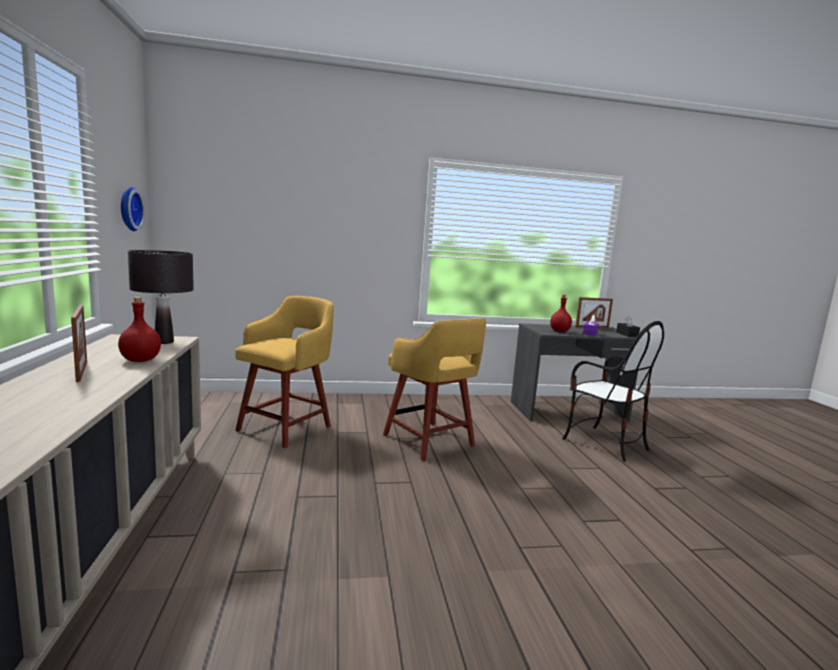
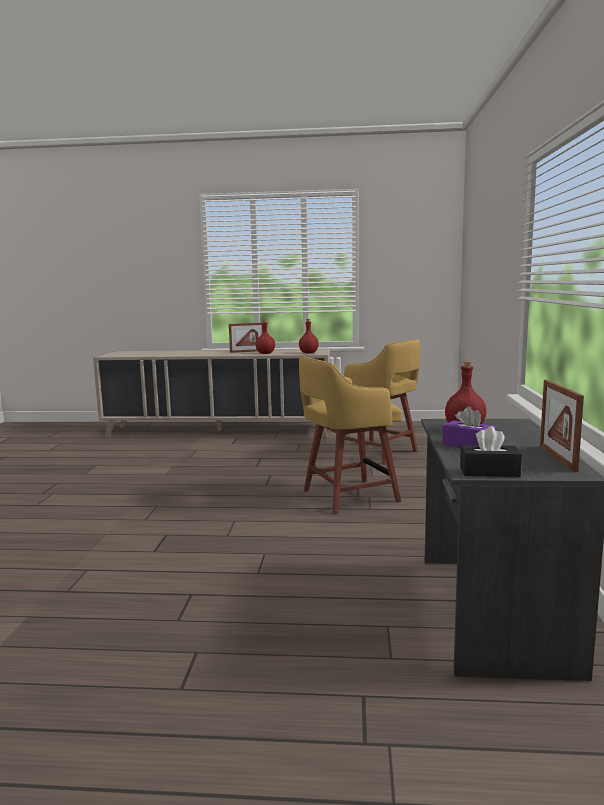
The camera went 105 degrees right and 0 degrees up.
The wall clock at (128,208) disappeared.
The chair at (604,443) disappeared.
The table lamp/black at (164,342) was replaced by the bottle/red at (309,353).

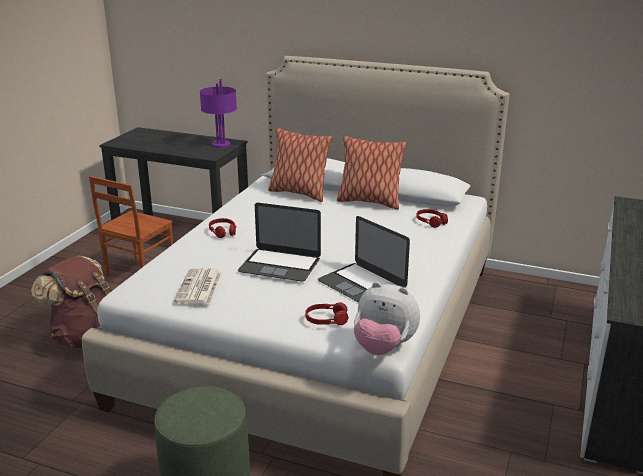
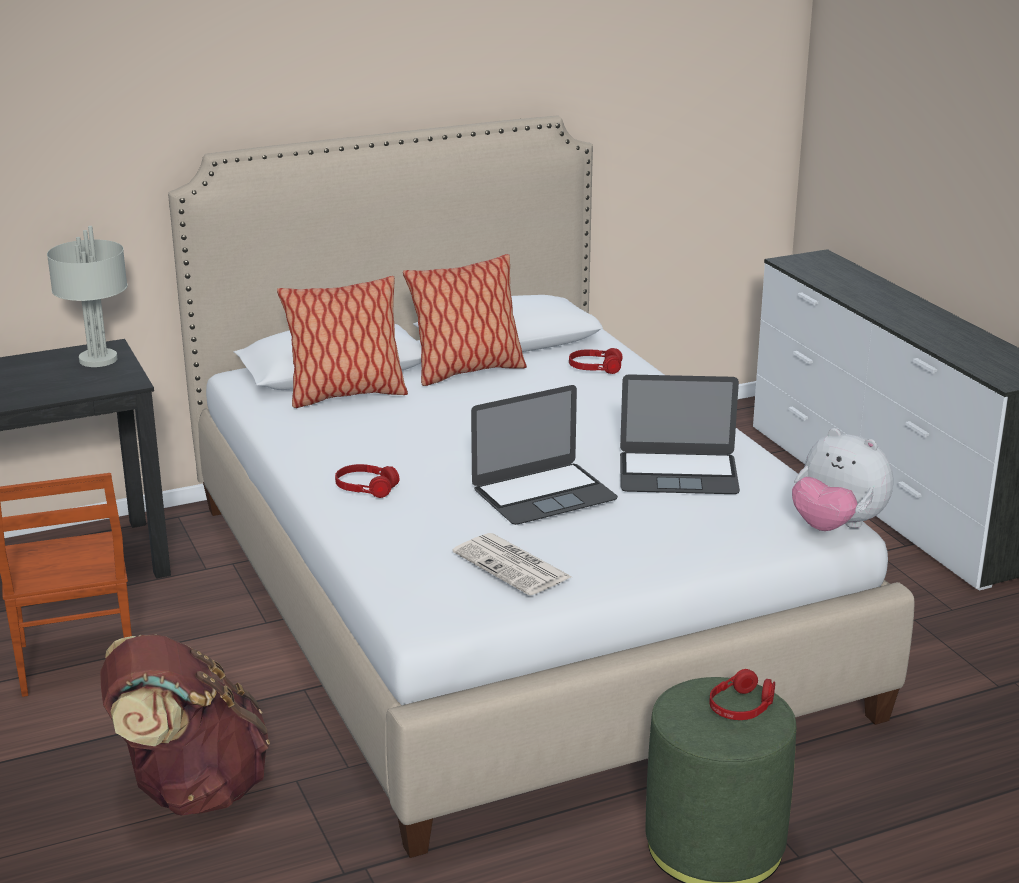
The camera went 45 degrees left and 0 degrees up.
The headphones/red moved from (326,320) to (741,707).
The table lamp/purple at (220,145) became the table lamp/grey at (98,360).
The plush toy at (384,347) turned 60 degrees clockwise.

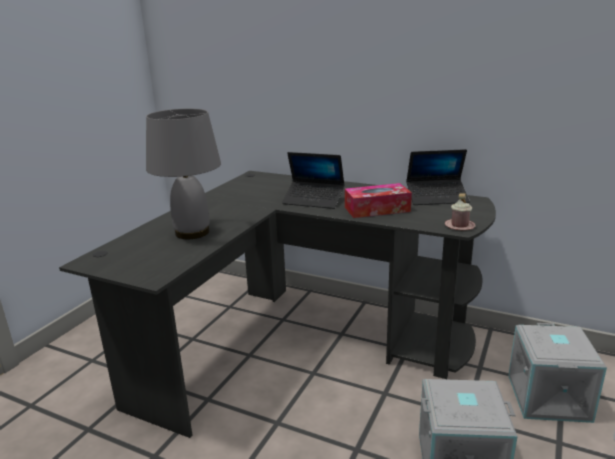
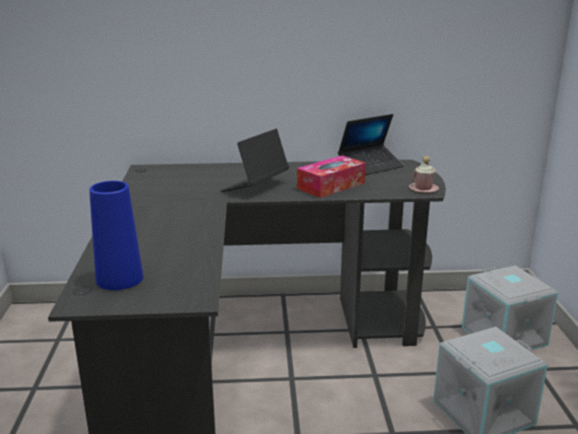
The camera went 30 degrees left and 0 degrees up.
The table lamp/grey at (193,232) disappeared.
The vase/blue at (119,279) appeared.
The laptop at (313,200) turned 135 degrees clockwise.

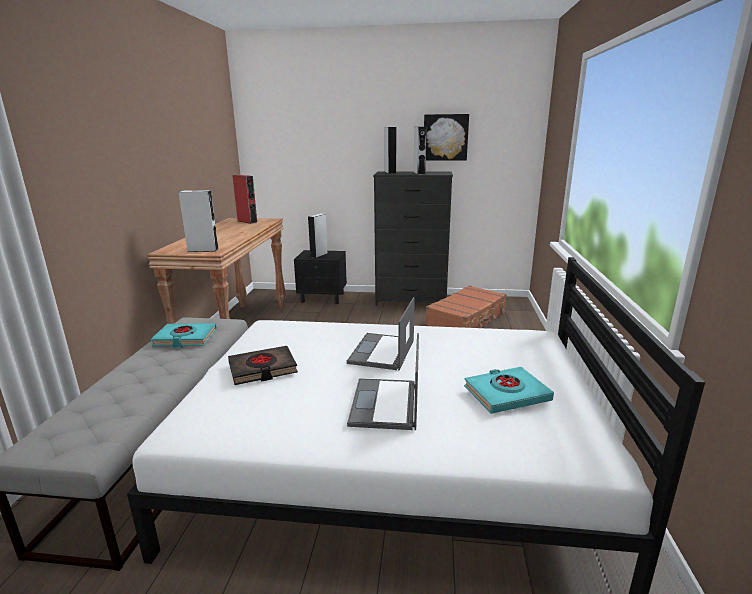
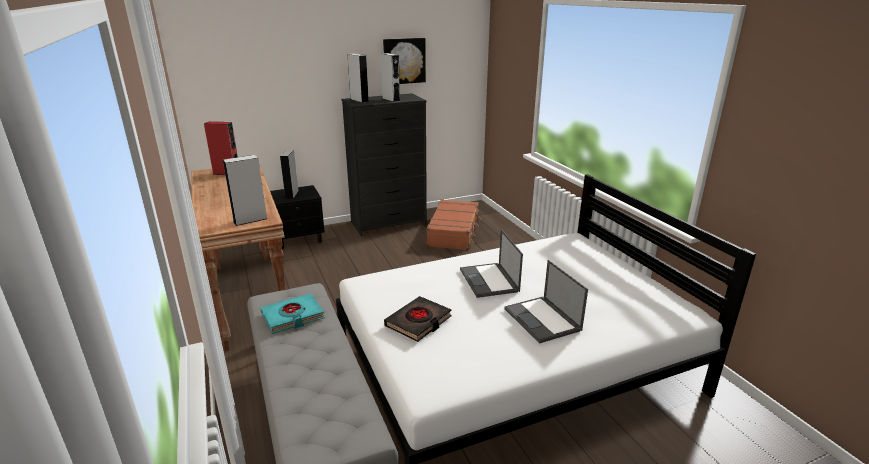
The camera went 30 degrees left and 5 degrees up.
The book/turquoise at (506,394) disappeared.

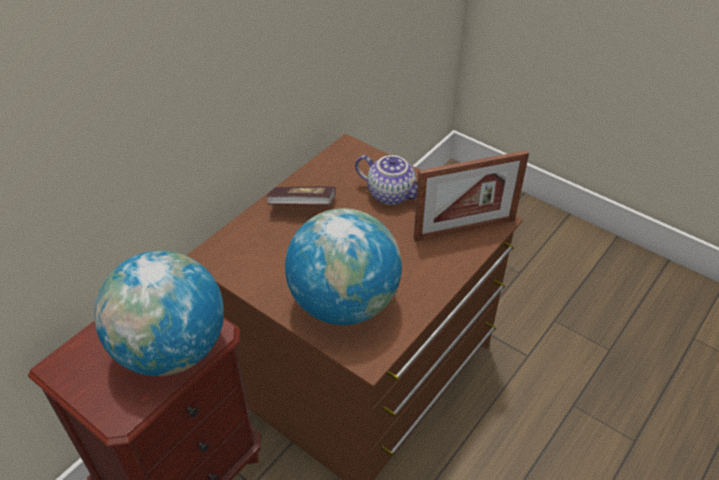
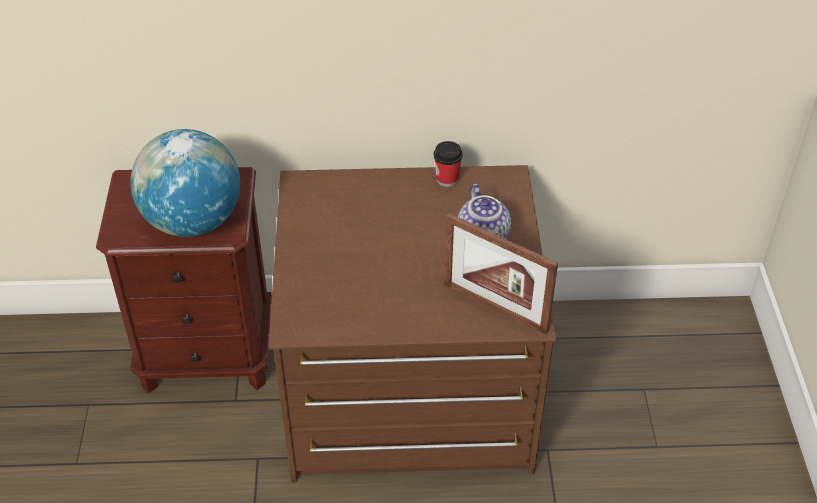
The camera went 50 degrees right and 0 degrees up.
The book at (302,206) disappeared.
The globe at (344,303) disappeared.
The cup at (447,179) appeared.

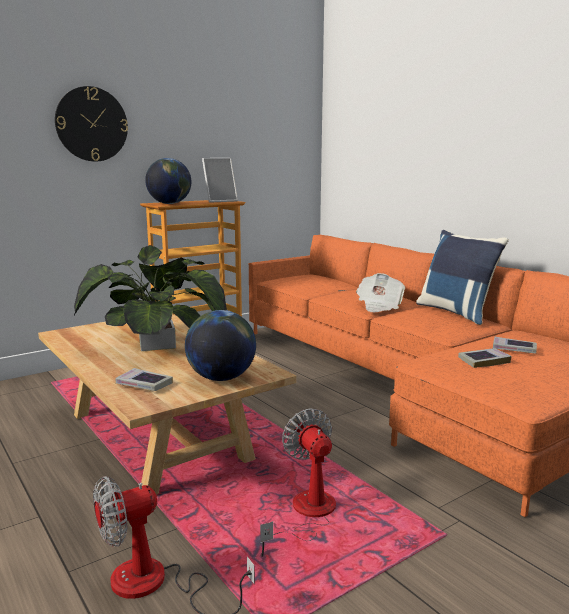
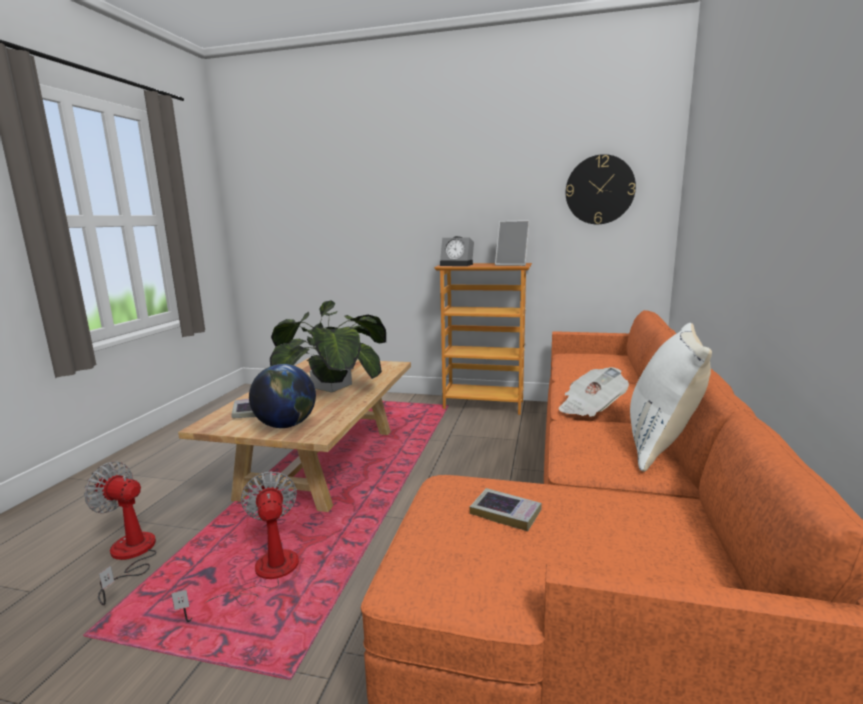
The camera went 50 degrees right and 0 degrees up.
The book at (514,349) disappeared.
The wall clock moved from (91,124) to (599,190).
The globe at (169,203) was replaced by the alarm clock at (458,265).
The pillow/blue at (457,312) became the pillow/white at (662,445).
The fan at (306,515) turned 45 degrees counterclockwise.

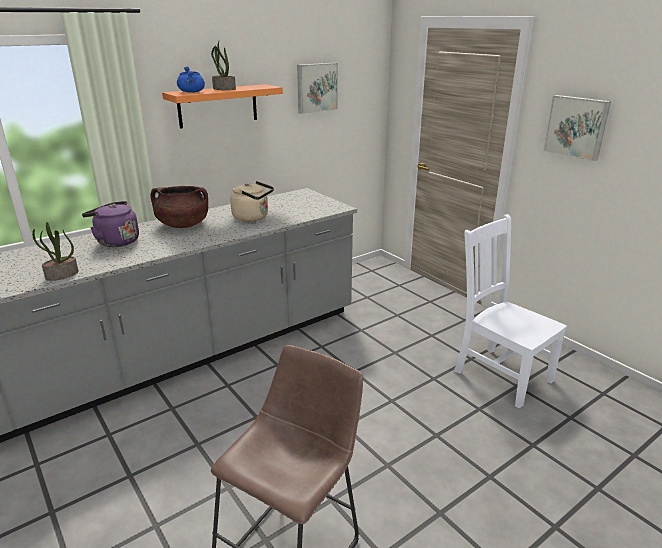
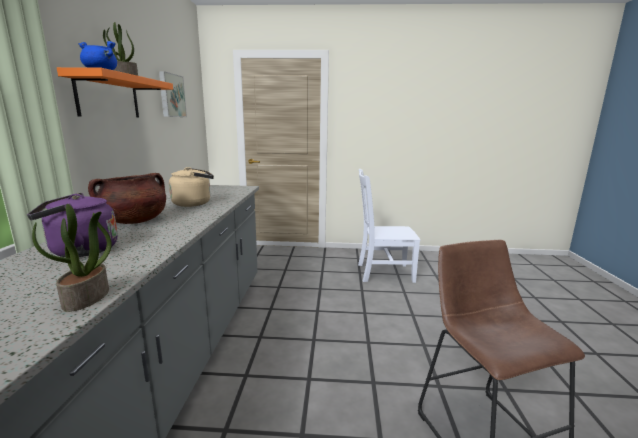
The camera went 50 degrees left and 10 degrees down.
The picture at (577,127) disappeared.

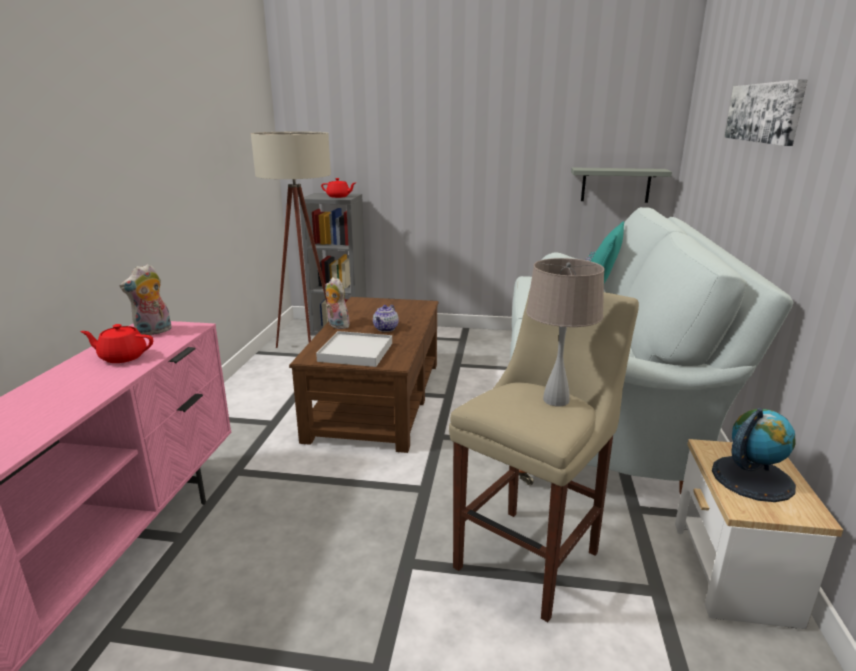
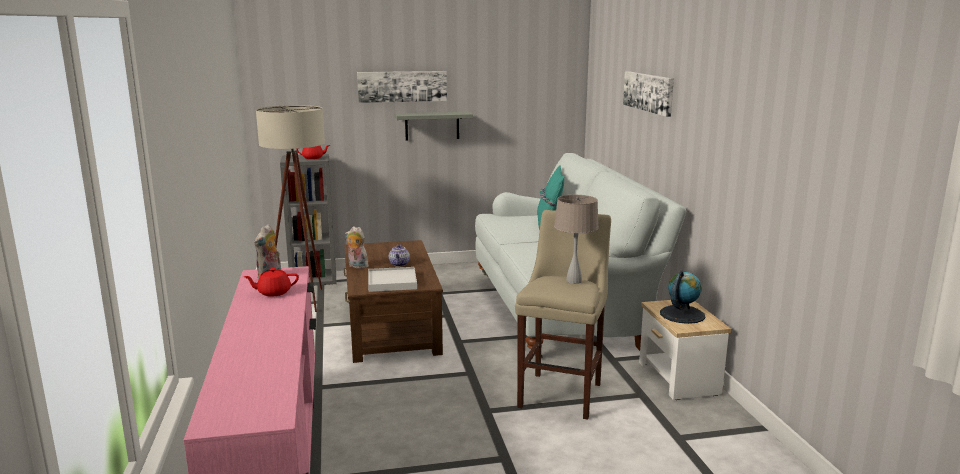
The camera went 20 degrees left and 5 degrees down.
The picture at (402,86) appeared.
The shelf/grey moved from (615,185) to (432,126).

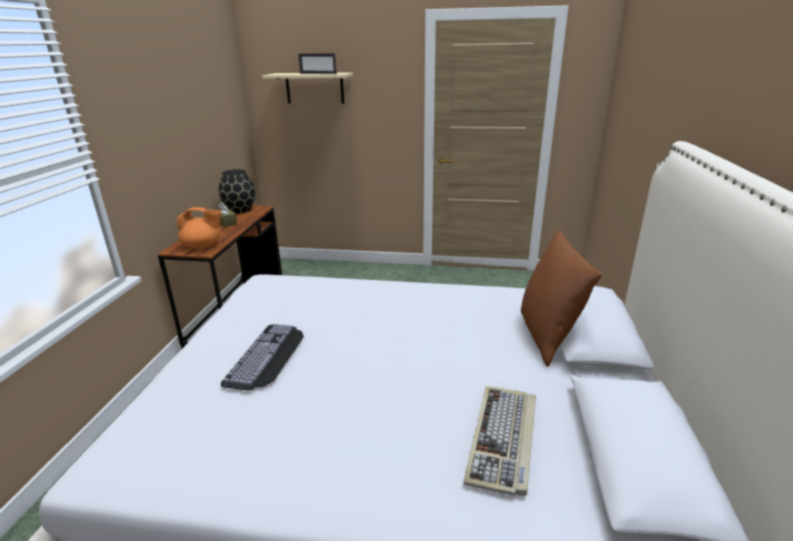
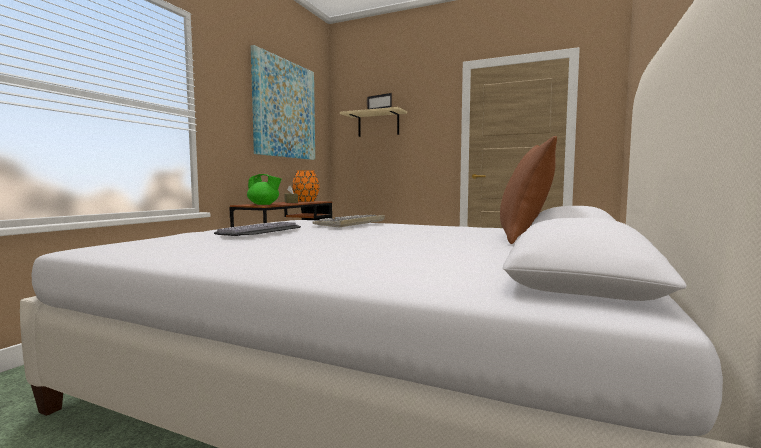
The camera went 15 degrees right and 20 degrees down.
The picture at (285,109) appeared.
The keyboard moved from (503,440) to (351,223).
The teapot/orange at (203,246) became the teapot/green at (264,204).
The vase/black at (240,210) became the vase/orange at (306,201).

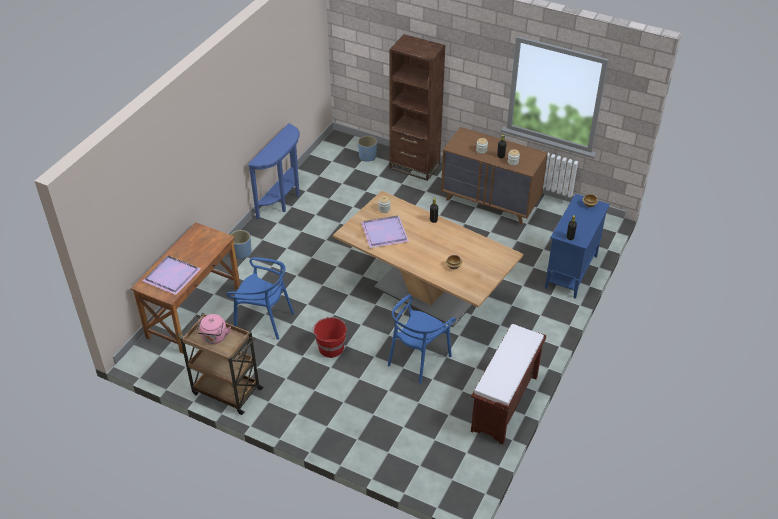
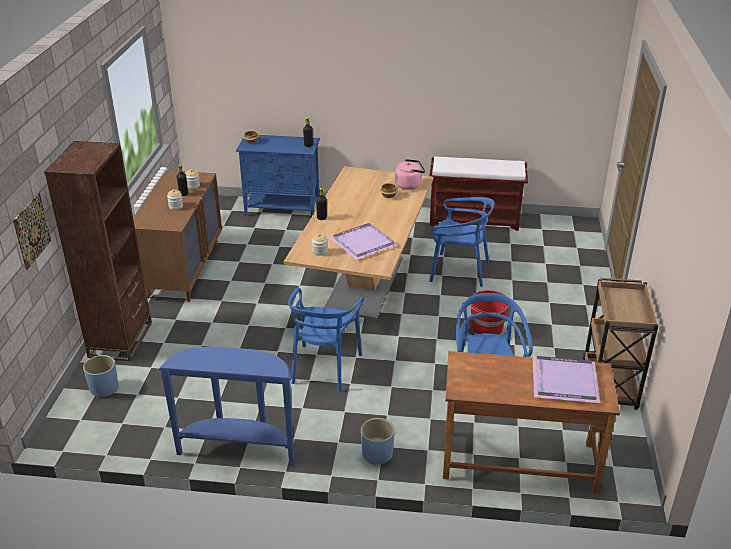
The camera went 110 degrees left and 10 degrees down.
The picture at (32,231) appeared.
The chair/blue at (324,367) appeared.
The kettle/pink moved from (214,338) to (409,185).

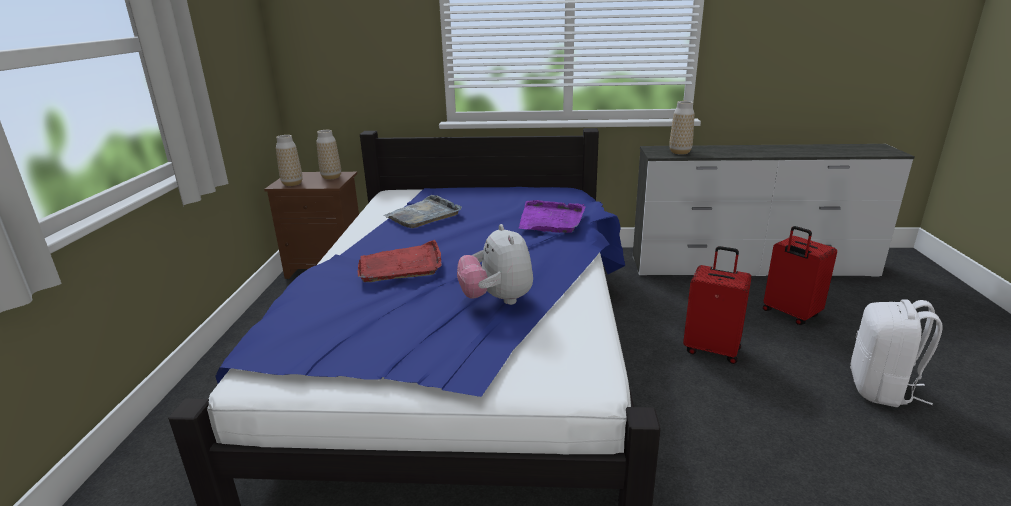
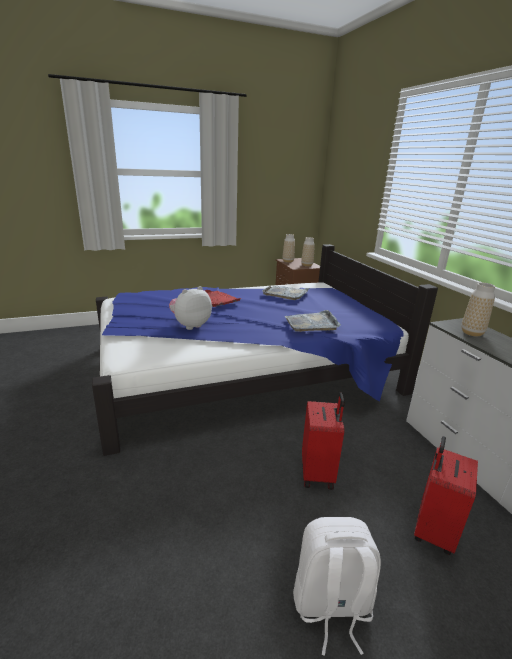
The camera went 65 degrees right and 0 degrees up.
The tray/purple at (551,220) became the tray/grey at (312,323).

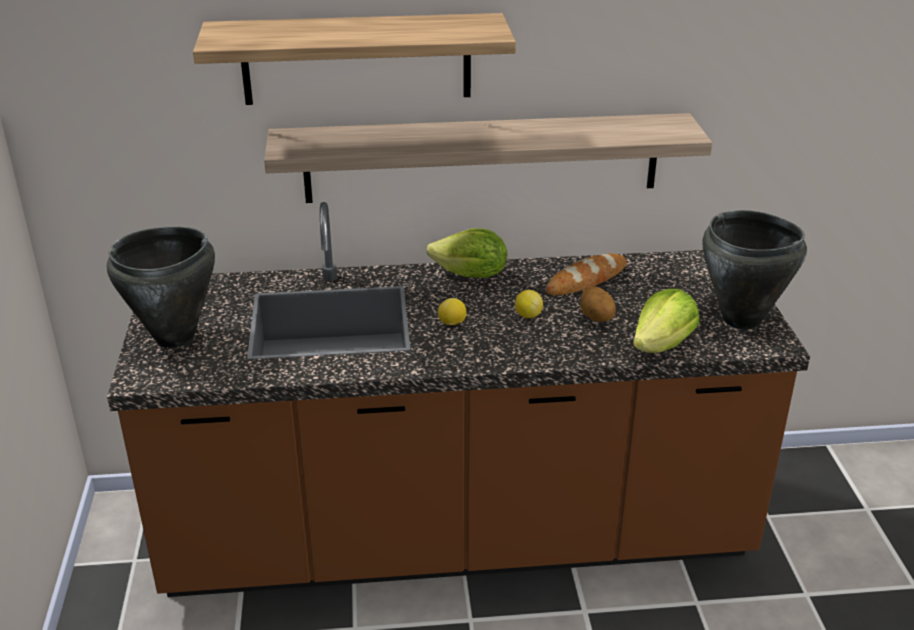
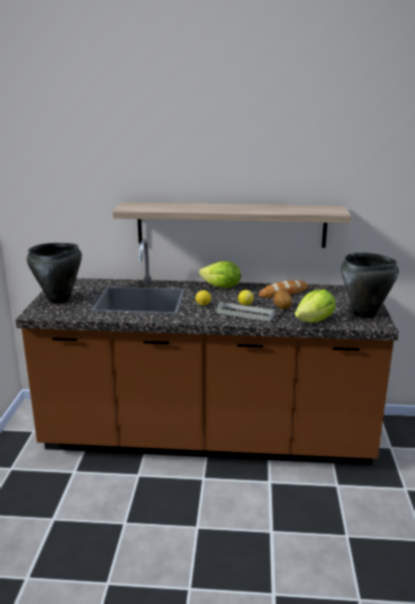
The camera went 10 degrees right and 10 degrees down.
The shelf at (356,59) disappeared.
The tray/grey at (245,314) appeared.

